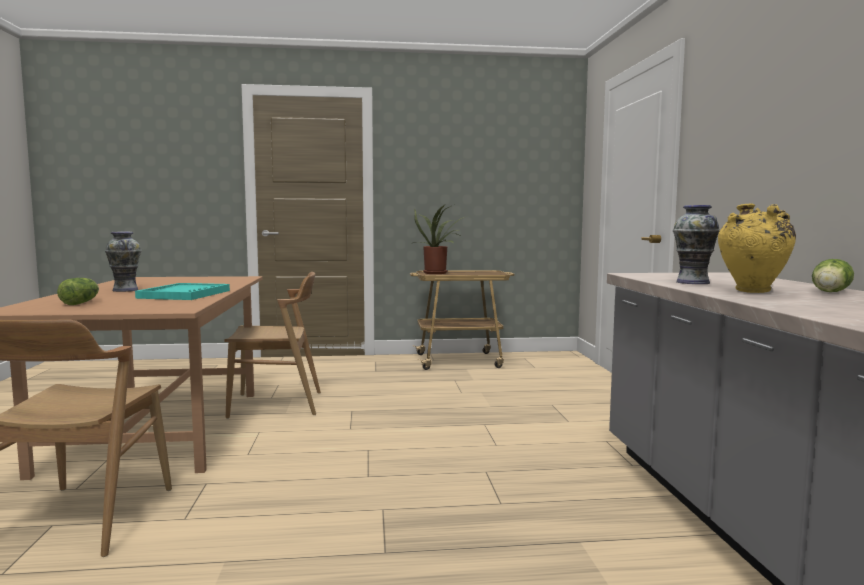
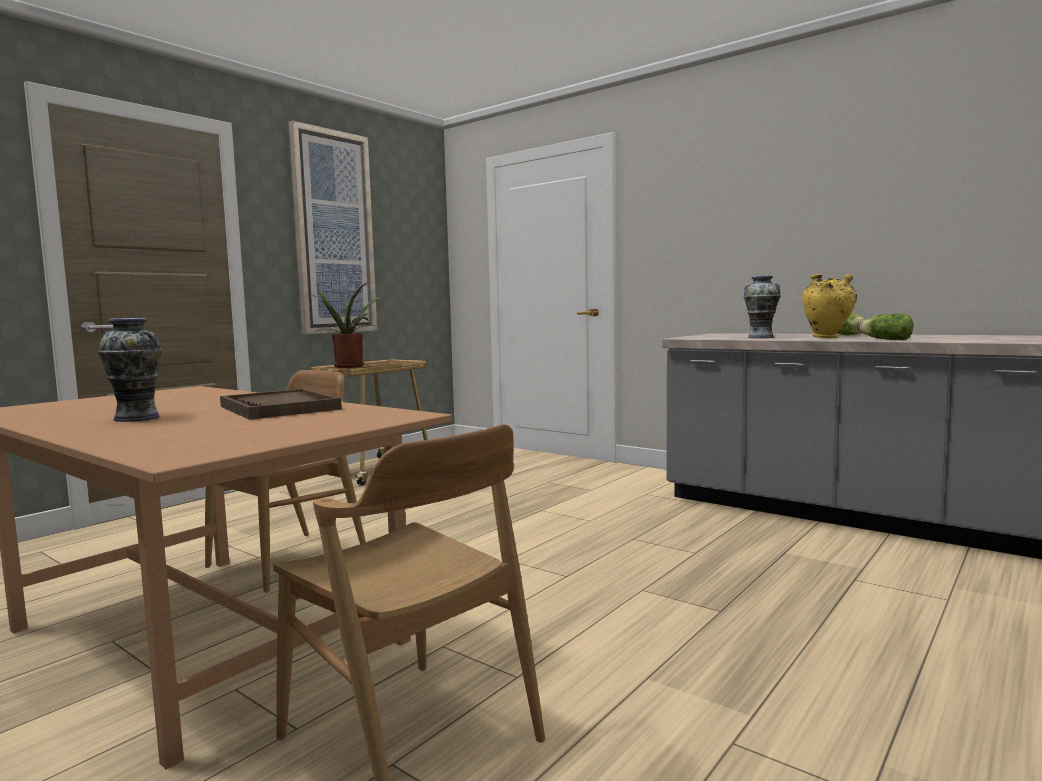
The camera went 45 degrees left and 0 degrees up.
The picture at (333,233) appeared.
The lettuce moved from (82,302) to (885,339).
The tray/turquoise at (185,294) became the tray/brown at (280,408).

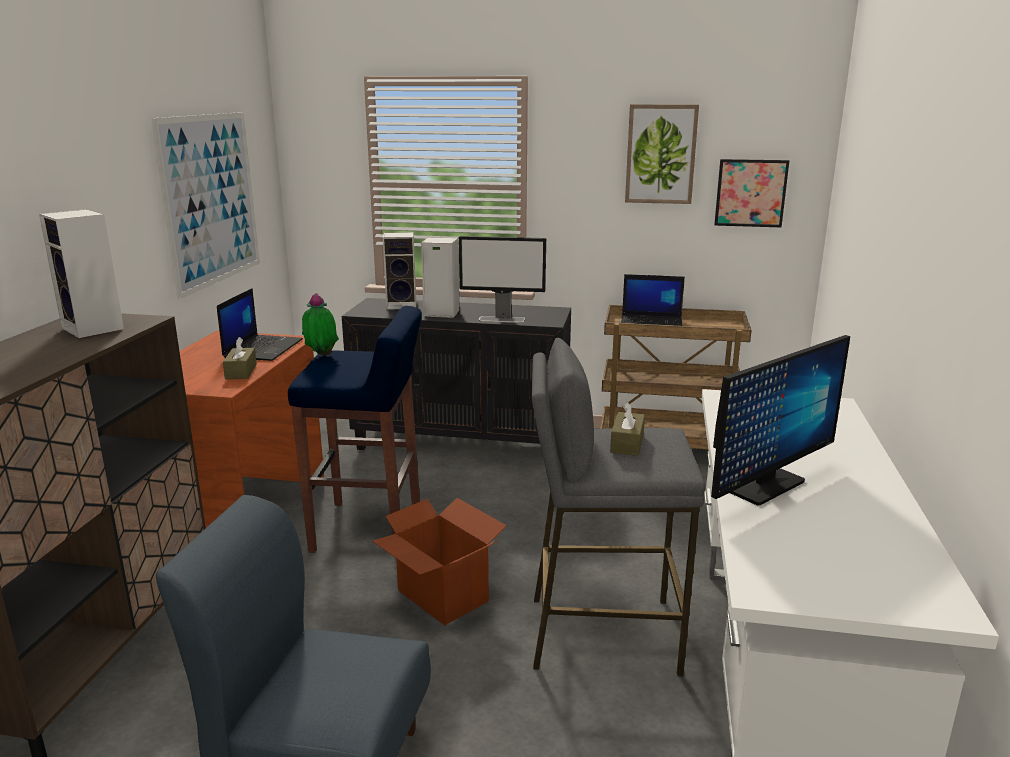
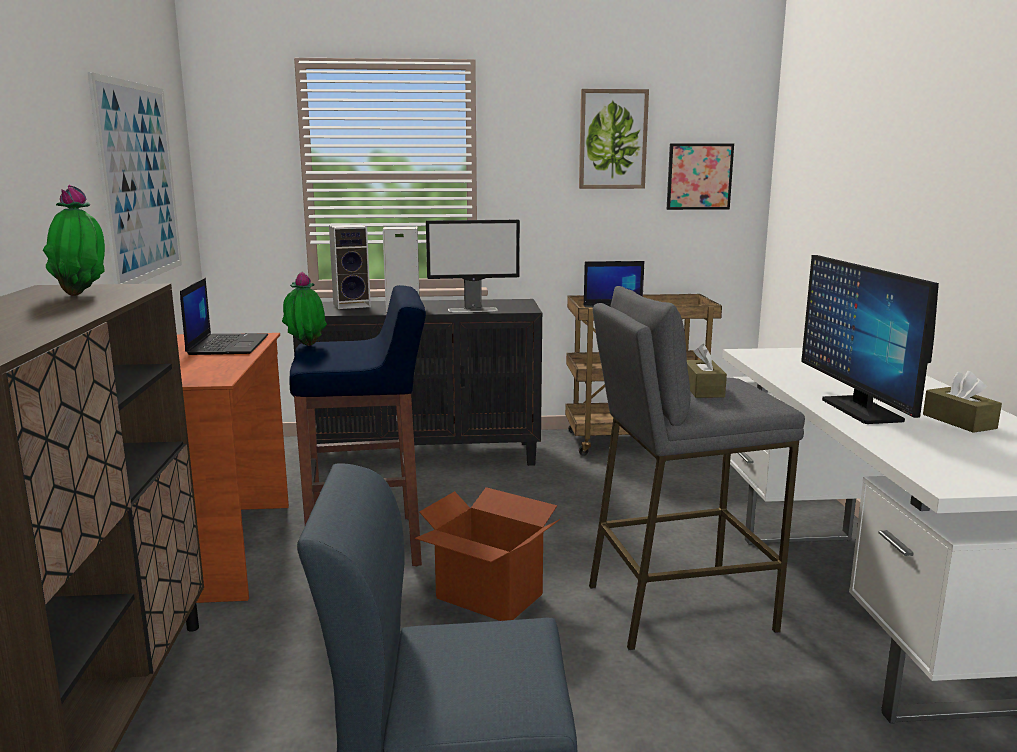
The camera went 15 degrees left and 5 degrees down.
The tissue box/brown moved from (241,372) to (959,421).
The speaker at (95,329) was replaced by the potted plant at (82,294).
The monitor at (764,485) turned 135 degrees clockwise.

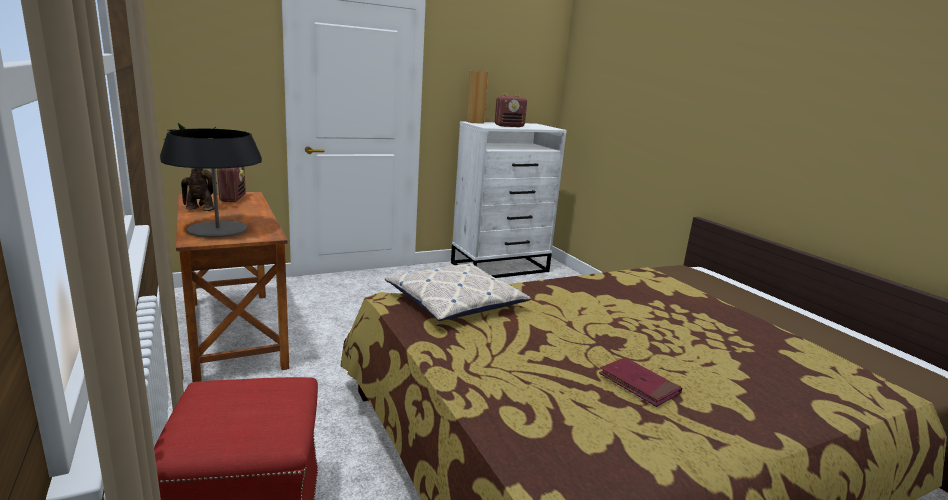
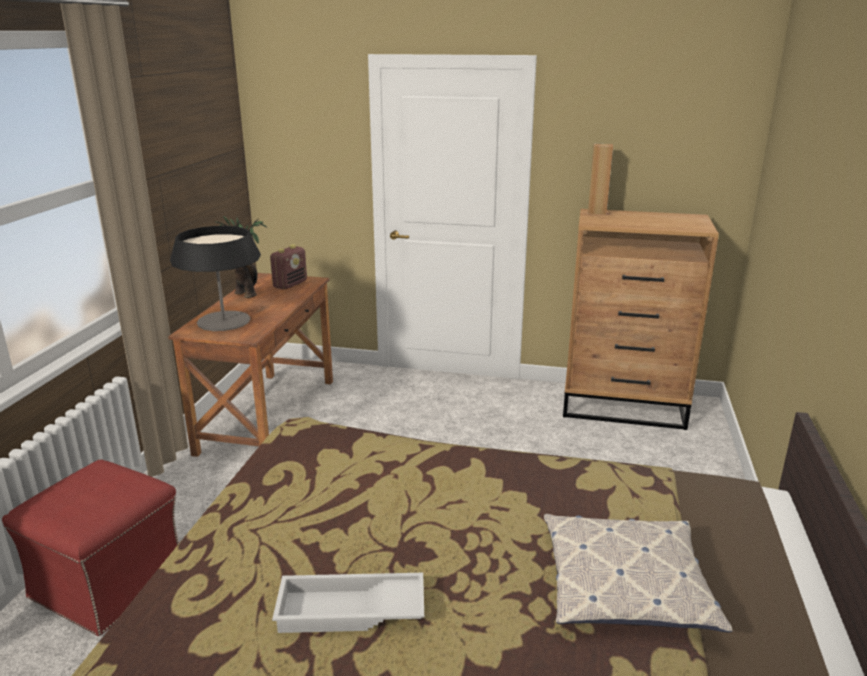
The camera went 40 degrees right and 5 degrees up.
The radio at (509,126) disappeared.
The pillow moved from (455,302) to (626,584).
The book/red at (639,384) was replaced by the tray/white at (349,612).
The dresser/white at (500,267) became the dresser/brown at (624,407).

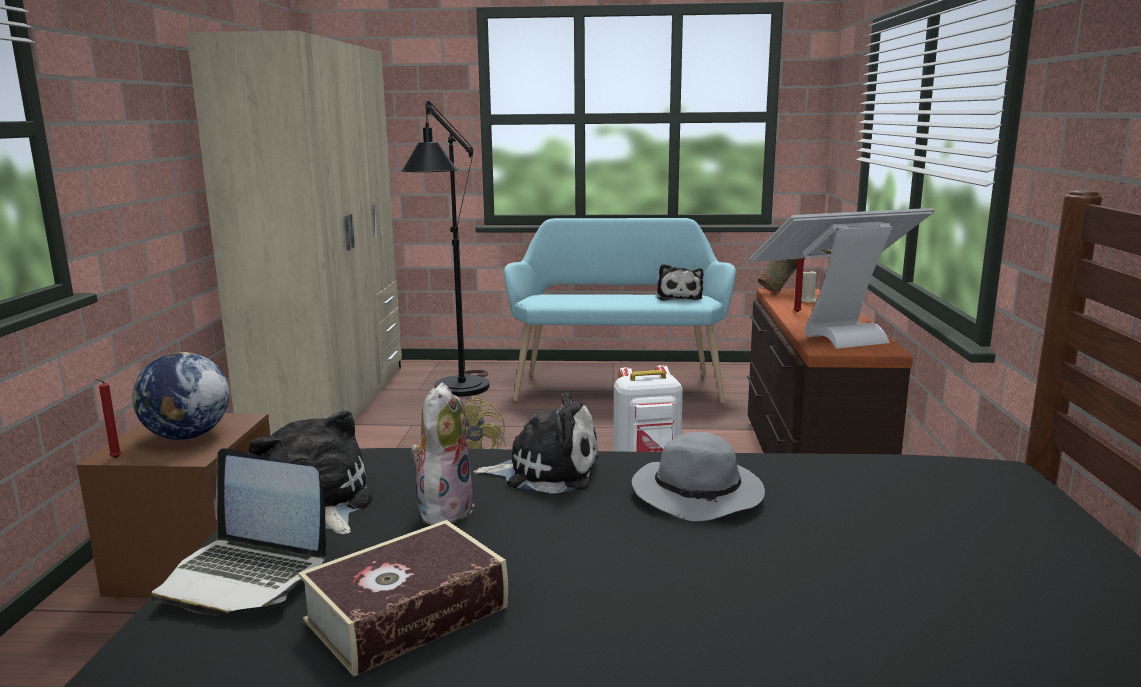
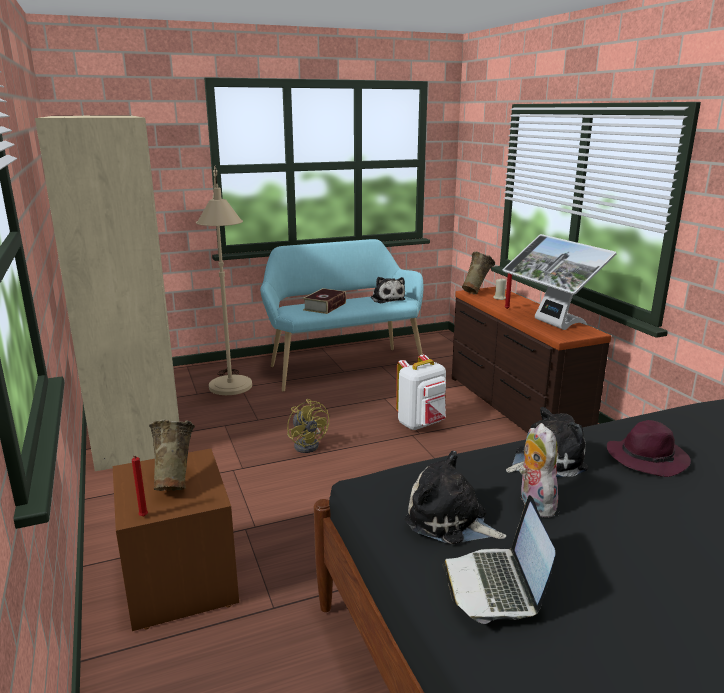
The camera went 25 degrees left and 5 degrees up.
The book moved from (407,614) to (325,306).
The globe at (186,436) was replaced by the vase/beige at (175,483).
The floor lamp/black at (457,392) became the floor lamp/beige at (231,391).
The hat/grey at (700,495) became the hat/purple at (647,458).
The laptop at (244,575) turned 90 degrees clockwise.
The monitor at (834,334) turned 75 degrees counterclockwise.

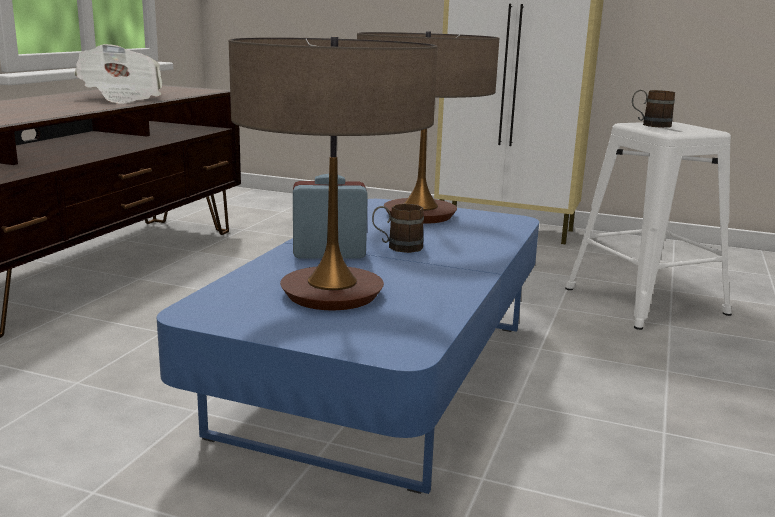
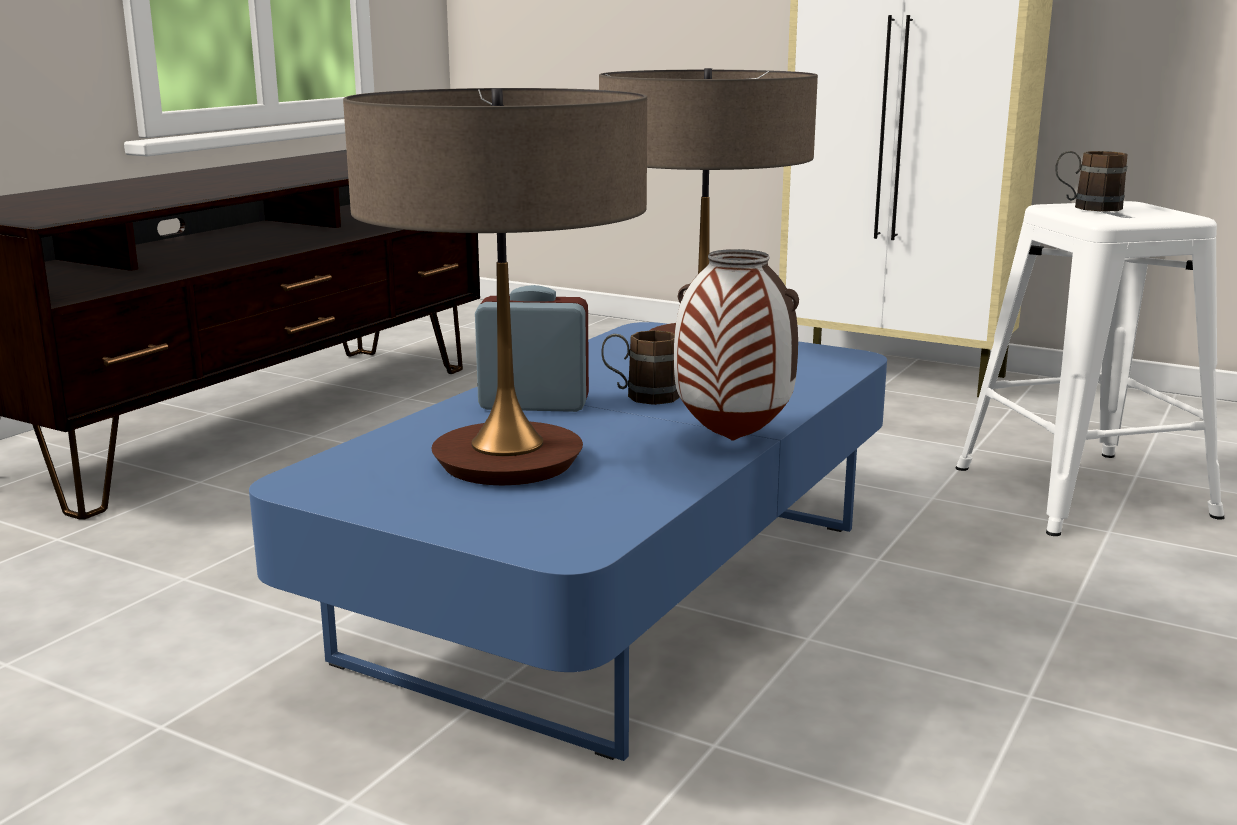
The camera went 10 degrees right and 0 degrees up.
The newspaper at (121,98) disappeared.
The vase at (730,440) appeared.

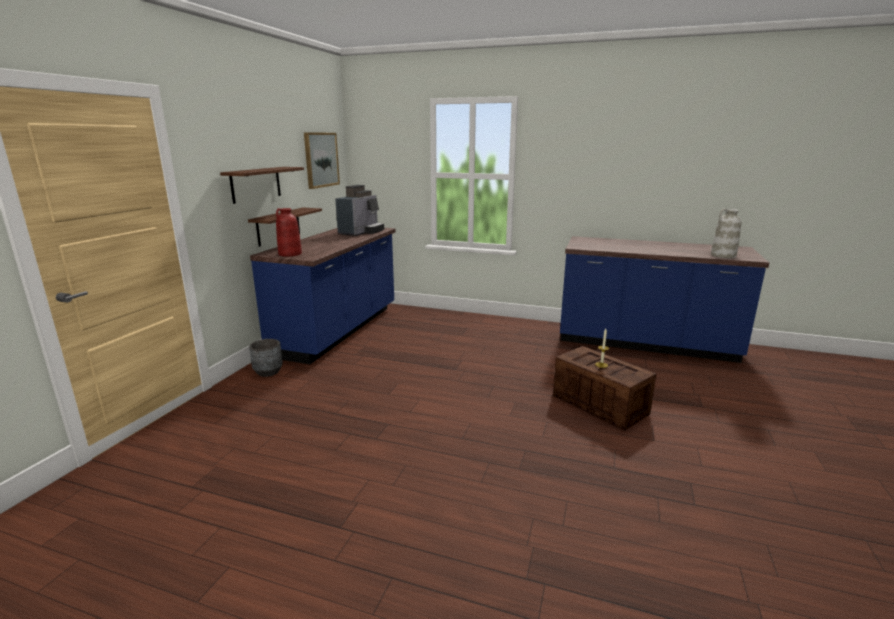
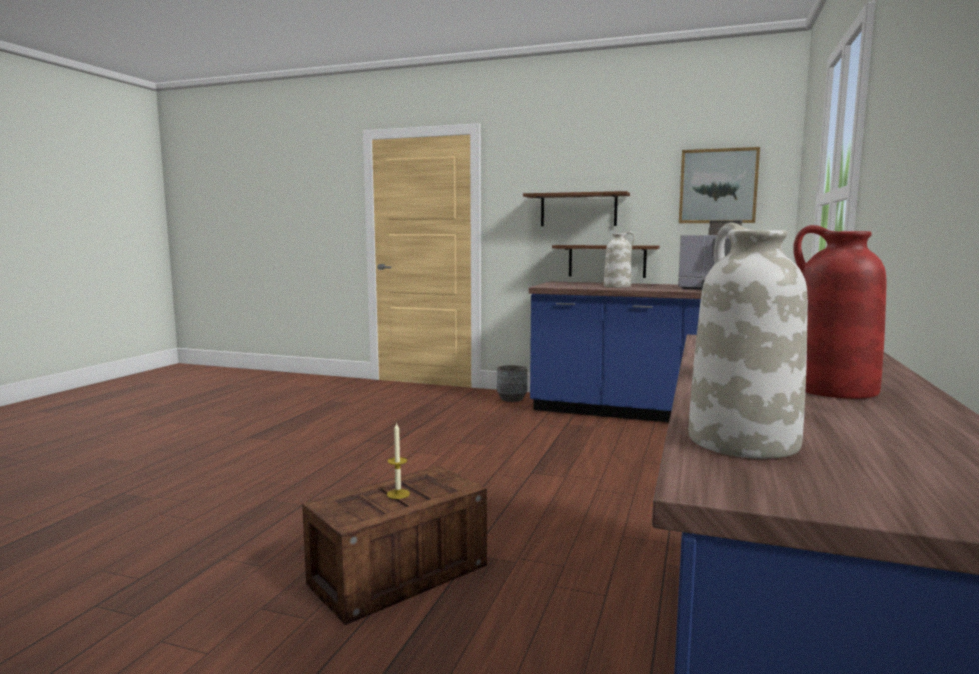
The camera went 90 degrees right and 10 degrees down.
The vase/white at (617,286) appeared.
The vase/red moved from (290,254) to (832,389).

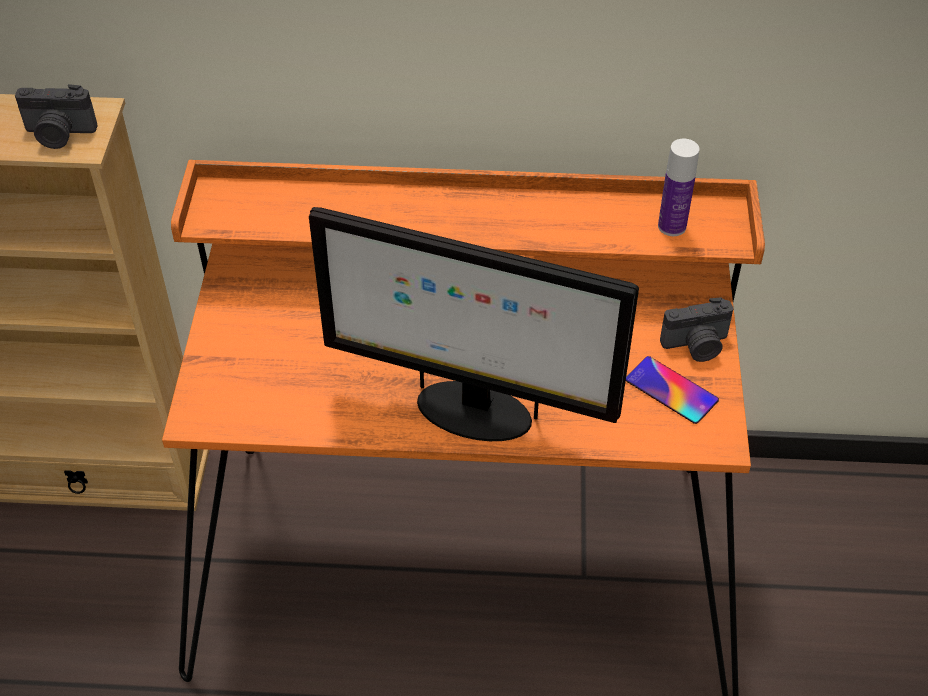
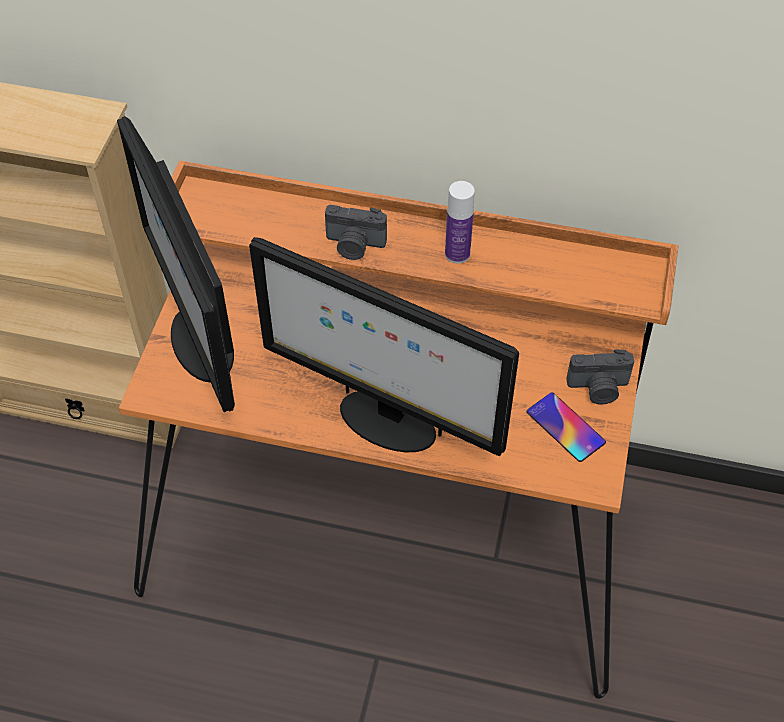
The camera went 10 degrees right and 5 degrees up.
The monitor at (200,343) appeared.
The photo camera moved from (59,134) to (354,245).
The bottle moved from (672,226) to (457,254).

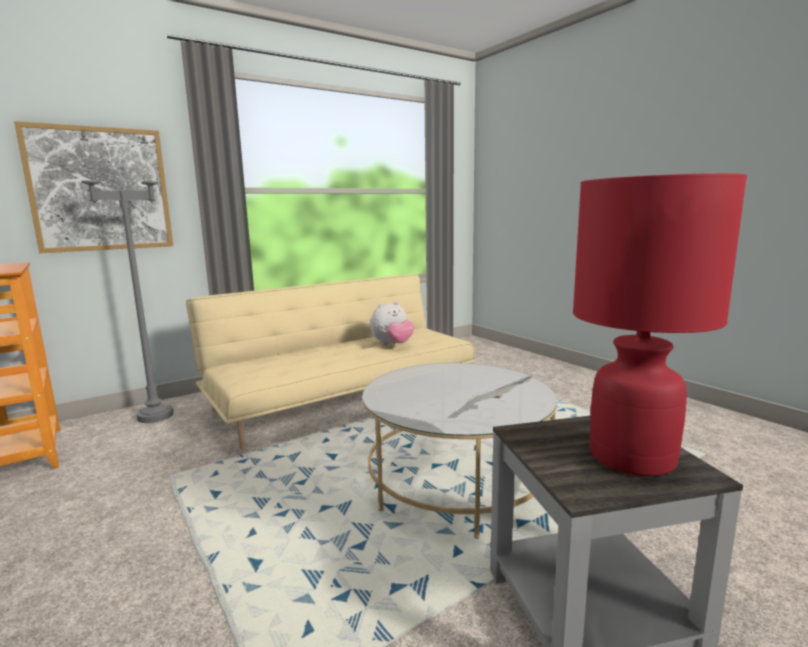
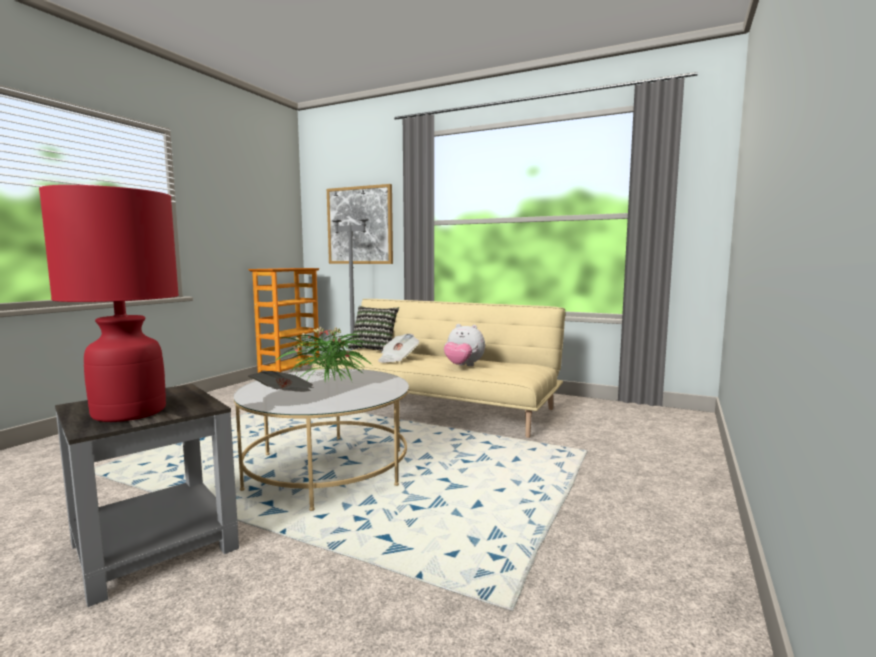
The camera went 60 degrees right and 5 degrees down.
The potted plant at (328,378) appeared.
The pillow at (374,349) appeared.
The newspaper at (397,359) appeared.

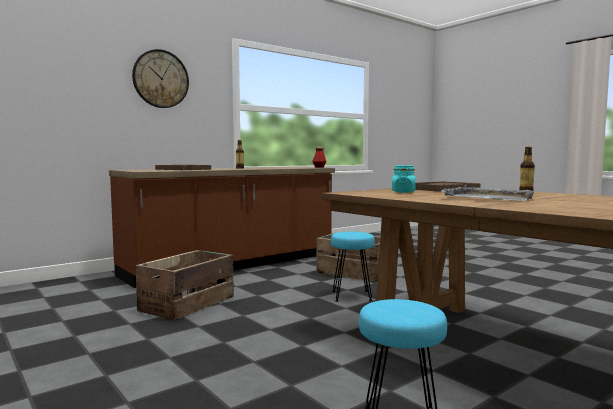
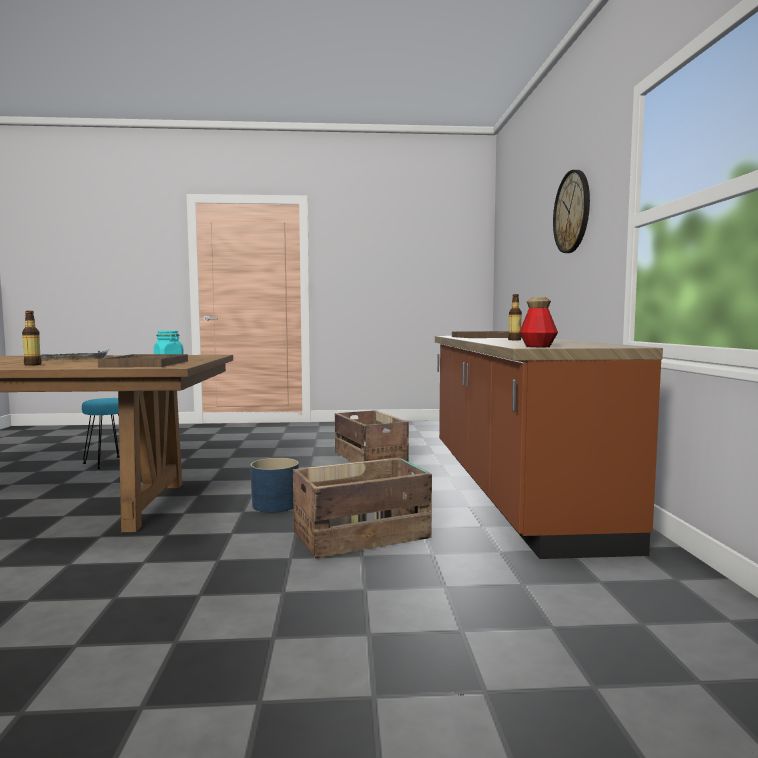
The camera went 125 degrees right and 0 degrees up.
The stool/turquoise at (352,296) was replaced by the planter/blue at (275,505).

